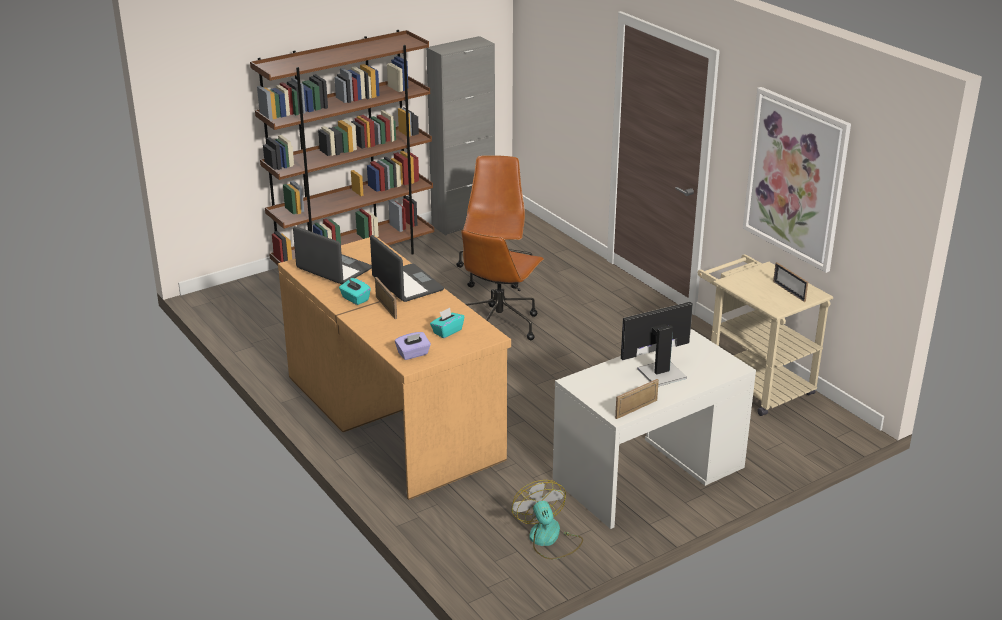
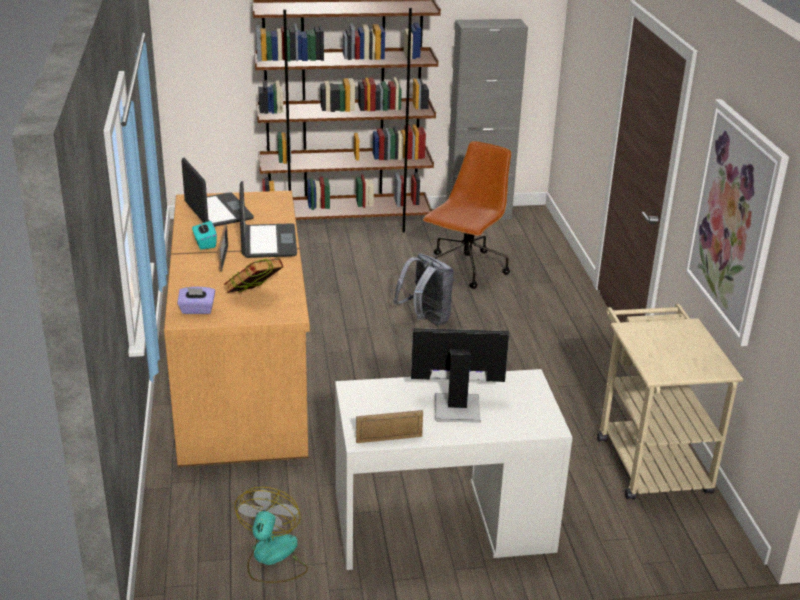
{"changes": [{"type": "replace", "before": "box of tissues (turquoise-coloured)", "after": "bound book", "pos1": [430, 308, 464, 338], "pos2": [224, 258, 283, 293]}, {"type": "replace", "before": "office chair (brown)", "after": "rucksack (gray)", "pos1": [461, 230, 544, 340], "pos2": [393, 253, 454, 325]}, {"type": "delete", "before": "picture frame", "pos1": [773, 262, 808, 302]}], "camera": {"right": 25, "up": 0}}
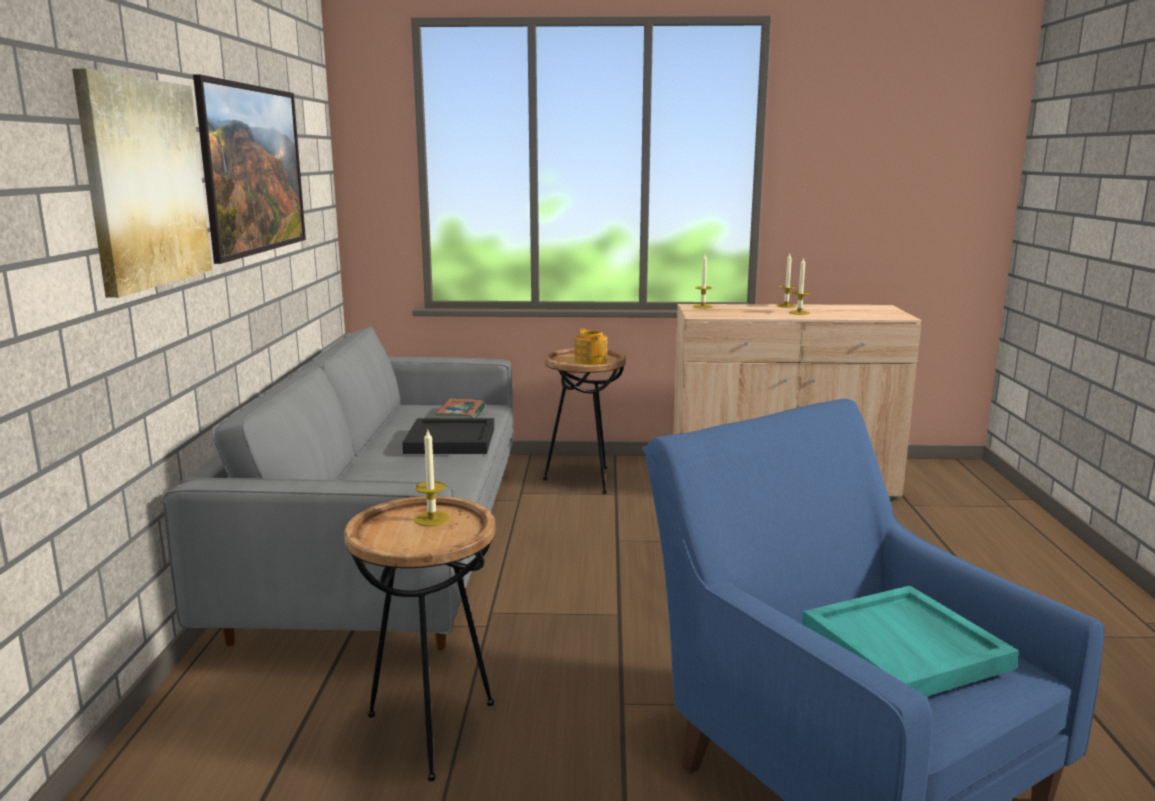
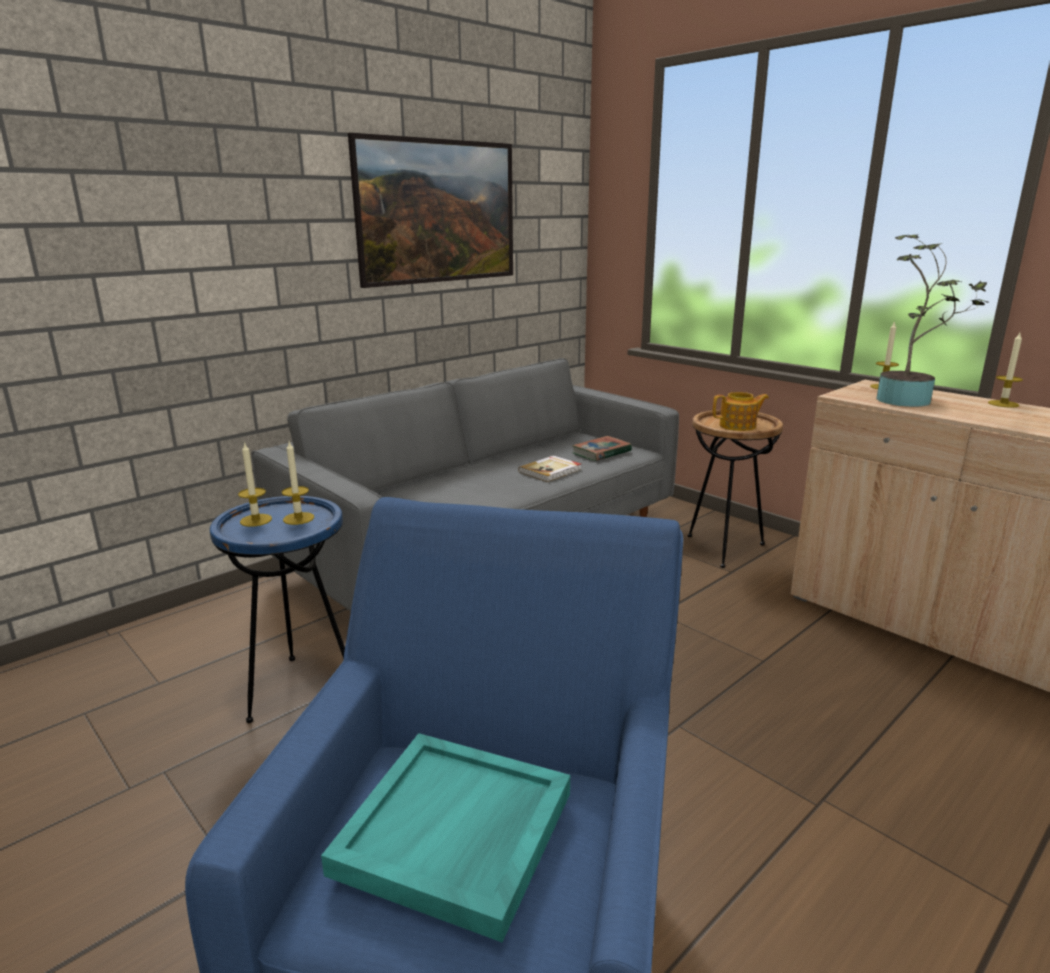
{"changes": [{"type": "delete", "before": "wall art", "pos1": [72, 68, 212, 298]}, {"type": "recolor", "before": "side table (brown)", "after": "side table (bluish)", "pos1": [344, 496, 496, 781], "pos2": [210, 496, 345, 723]}, {"type": "replace", "before": "carrying tray (blackish)", "after": "bound book", "pos1": [403, 418, 494, 454], "pos2": [518, 455, 582, 482]}, {"type": "rotate", "before": "pot for tea", "pos1": [575, 328, 607, 365], "pos2": [713, 392, 769, 431], "turn": 60}, {"type": "move", "before": "wax candle", "pos1": [789, 257, 810, 315], "pos2": [238, 442, 272, 527]}, {"type": "insert", "after": "plant in a pot", "pos2": [877, 234, 989, 407]}], "camera": {"right": 45, "up": 5}}
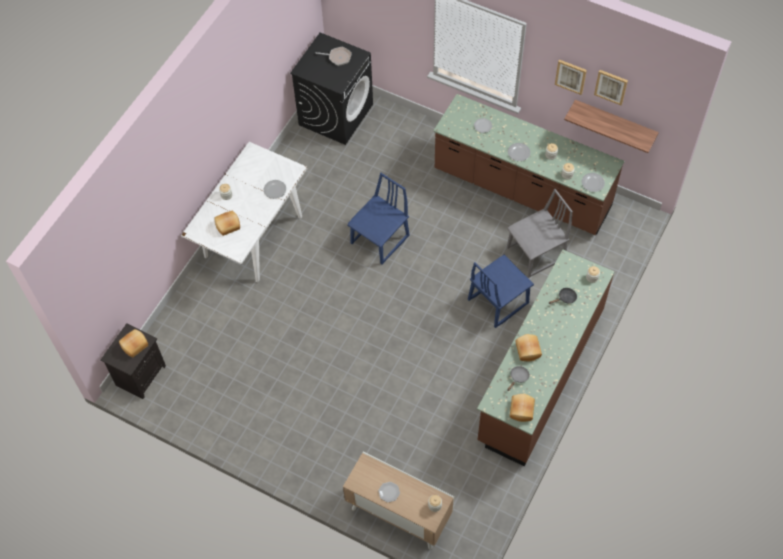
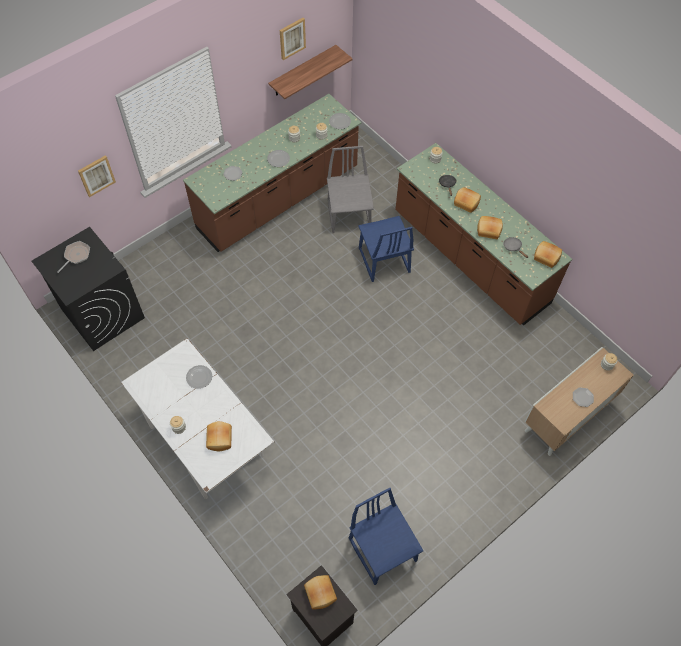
{"changes": [{"type": "move", "before": "upright chair (bluish)", "pos1": [347, 173, 409, 265], "pos2": [349, 488, 423, 585]}, {"type": "move", "before": "wall art", "pos1": [555, 60, 587, 95], "pos2": [78, 155, 116, 197]}, {"type": "insert", "after": "baked bread", "pos2": [454, 187, 481, 213]}], "camera": {"right": -70, "up": 0}}
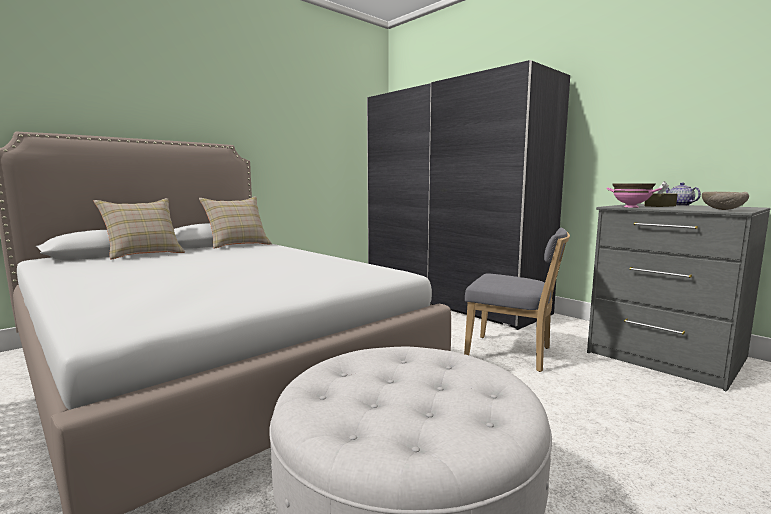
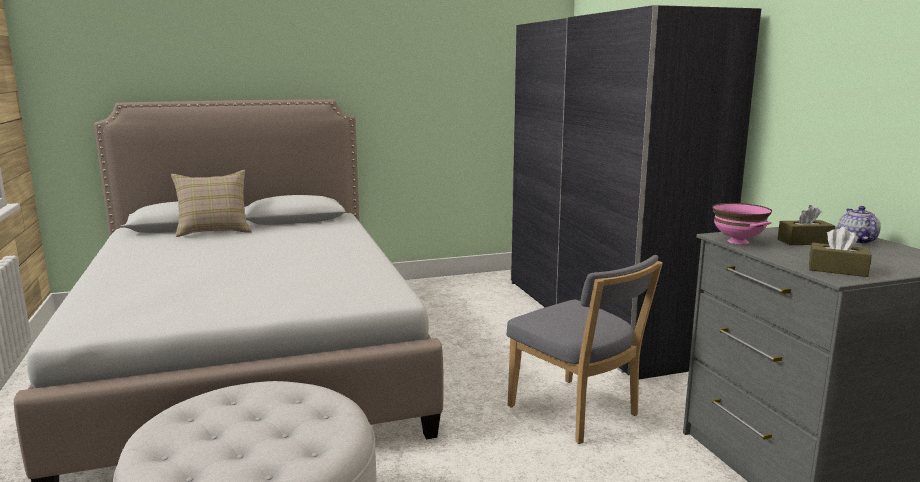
{"changes": [{"type": "delete", "before": "pillow (beige)", "pos1": [199, 196, 272, 249]}, {"type": "replace", "before": "bowl (beige)", "after": "box of tissues (brown)", "pos1": [702, 192, 749, 210], "pos2": [809, 227, 872, 277]}], "camera": {"right": 25, "up": 5}}
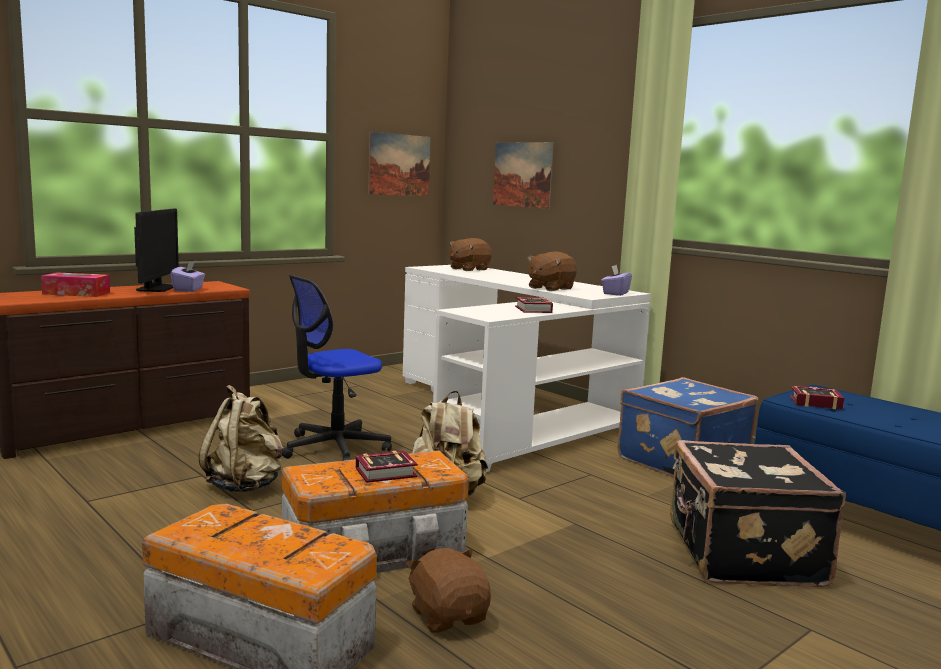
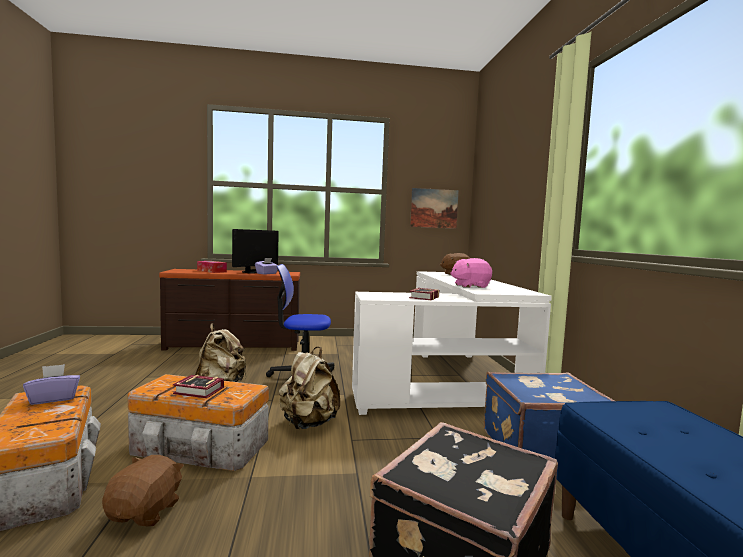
{"changes": [{"type": "delete", "before": "wall art", "pos1": [493, 142, 554, 209]}, {"type": "recolor", "before": "plush toy (brown)", "after": "plush toy (pink)", "pos1": [527, 252, 577, 291], "pos2": [450, 258, 492, 288]}, {"type": "move", "before": "box of tissues (purplish)", "pos1": [601, 265, 632, 296], "pos2": [23, 364, 80, 405]}, {"type": "delete", "before": "bound book", "pos1": [790, 386, 844, 409]}], "camera": {"right": 35, "up": -5}}
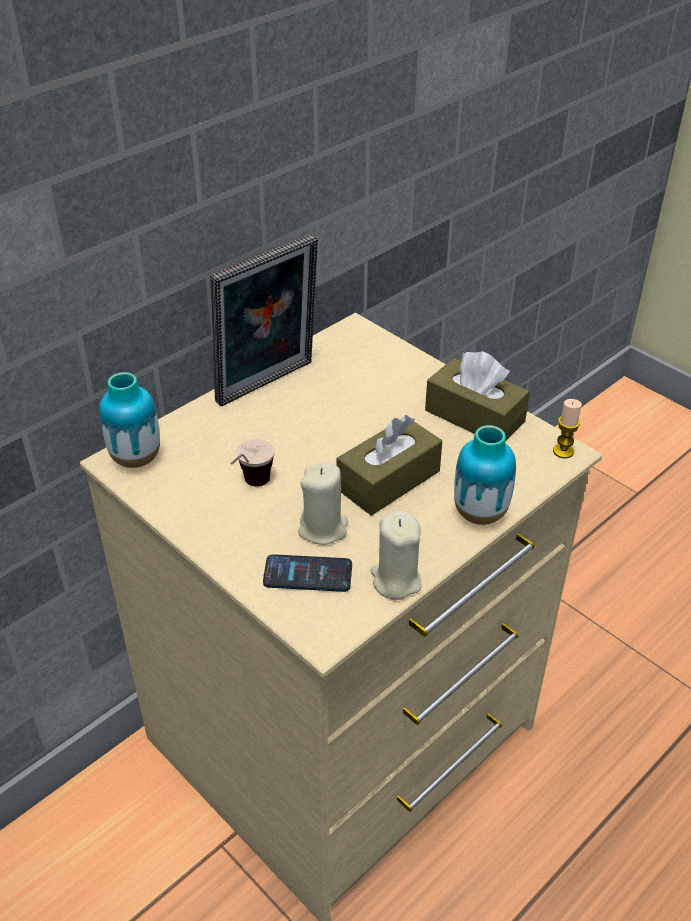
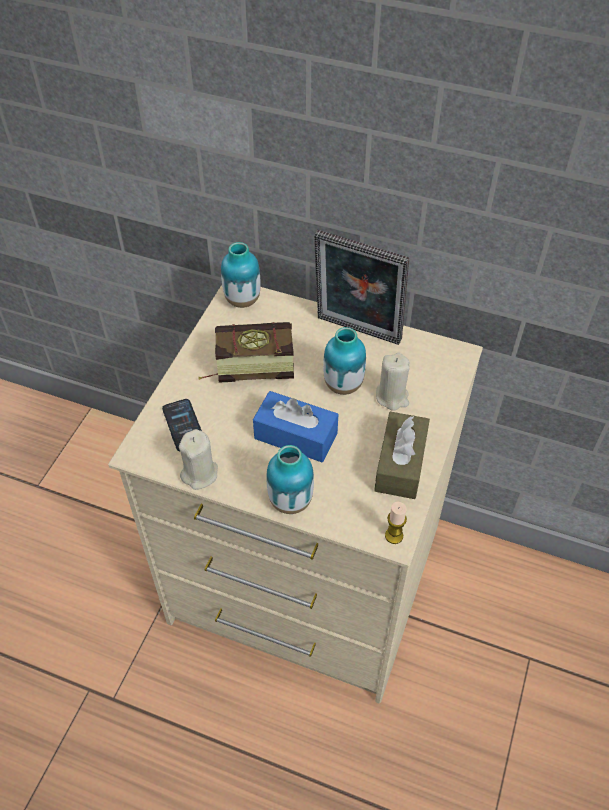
{"changes": [{"type": "replace", "before": "cup", "after": "bound book", "pos1": [231, 439, 275, 487], "pos2": [198, 322, 294, 383]}, {"type": "move", "before": "wax candle (beige)", "pos1": [298, 463, 348, 545], "pos2": [376, 353, 410, 411]}, {"type": "recolor", "before": "box of tissues (brown)", "after": "box of tissues (bluish)", "pos1": [337, 415, 442, 515], "pos2": [253, 391, 338, 462]}, {"type": "insert", "after": "vase", "pos2": [323, 327, 366, 395]}], "camera": {"right": 65, "up": 10}}
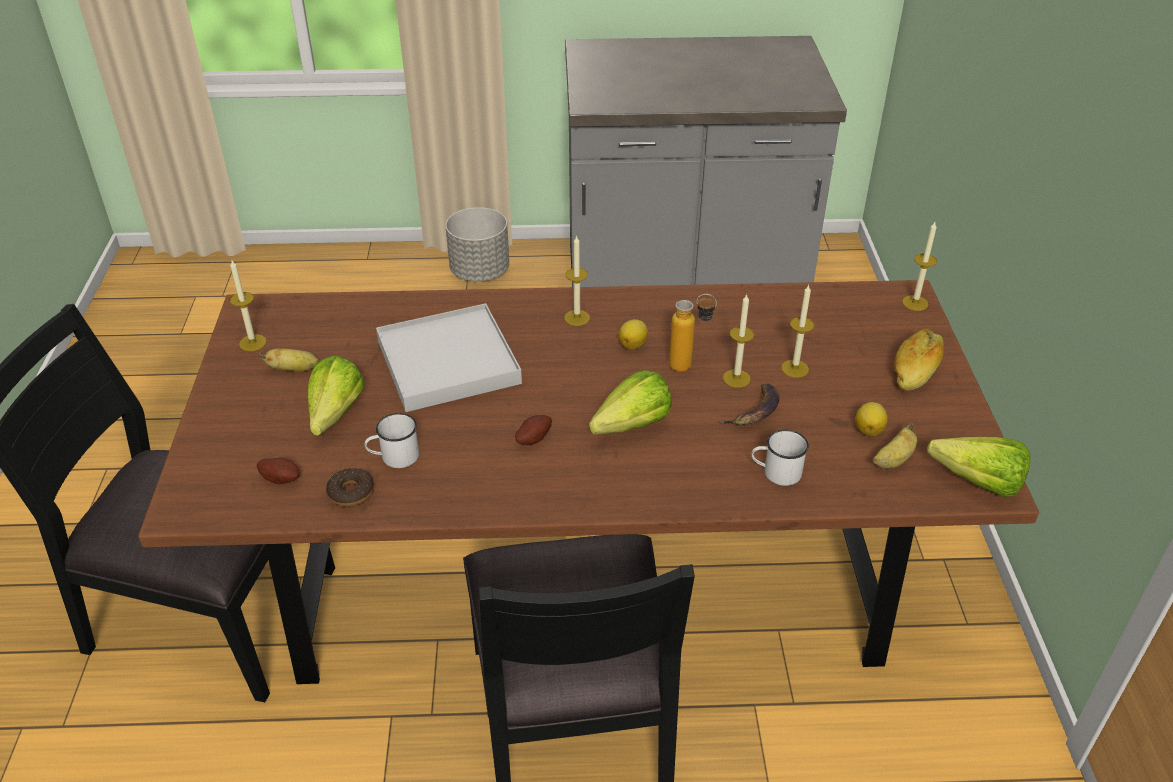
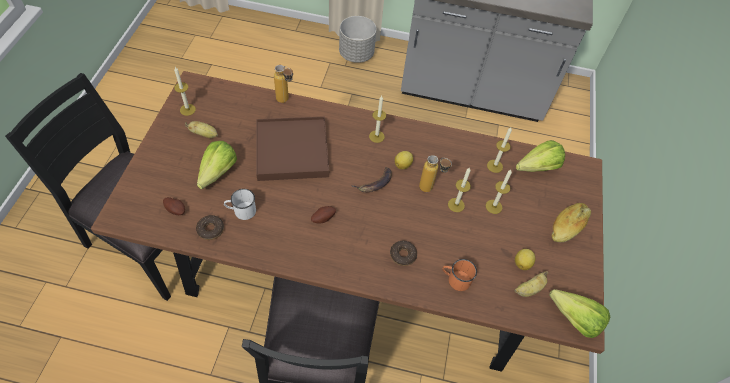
{"changes": [{"type": "recolor", "before": "carrying tray (white-coloured)", "after": "carrying tray (brown)", "pos1": [376, 303, 522, 412], "pos2": [256, 116, 329, 181]}, {"type": "move", "before": "lettuce head", "pos1": [589, 370, 672, 435], "pos2": [516, 140, 565, 172]}, {"type": "move", "before": "banana", "pos1": [719, 384, 780, 426], "pos2": [351, 167, 392, 192]}, {"type": "recolor", "before": "mug (white-coloured)", "after": "mug (orangey)", "pos1": [752, 430, 809, 486], "pos2": [442, 259, 477, 291]}, {"type": "move", "before": "wax candle", "pos1": [902, 222, 937, 311], "pos2": [487, 128, 512, 173]}, {"type": "insert", "after": "beverage bottle", "pos2": [274, 65, 293, 103]}, {"type": "insert", "after": "doughnut", "pos2": [390, 241, 417, 266]}], "camera": {"right": 10, "up": 15}}
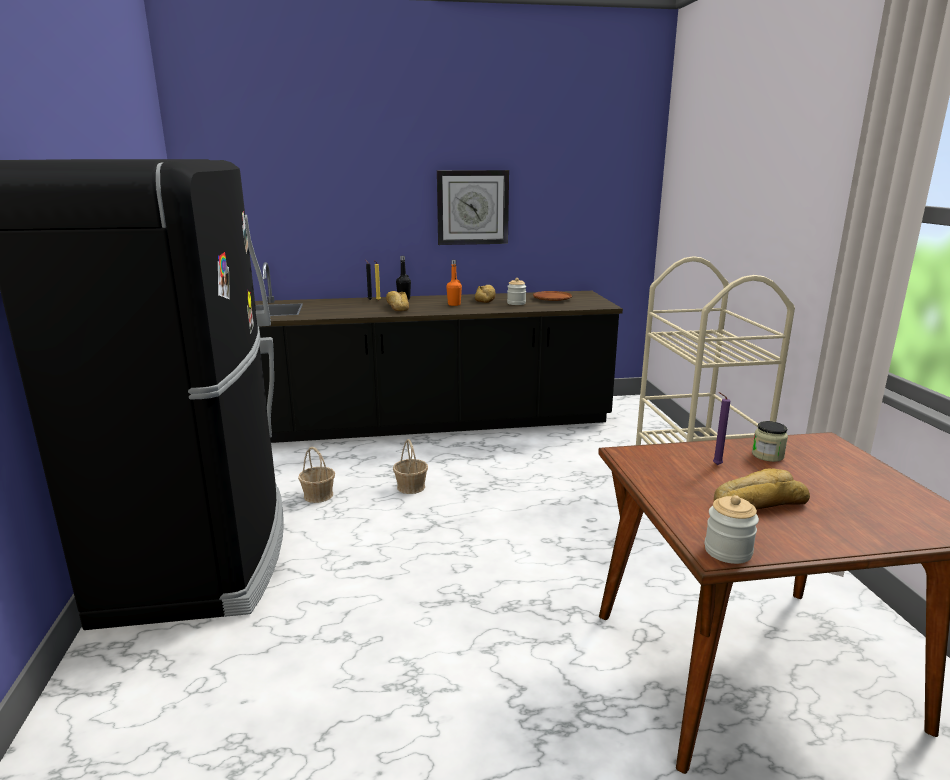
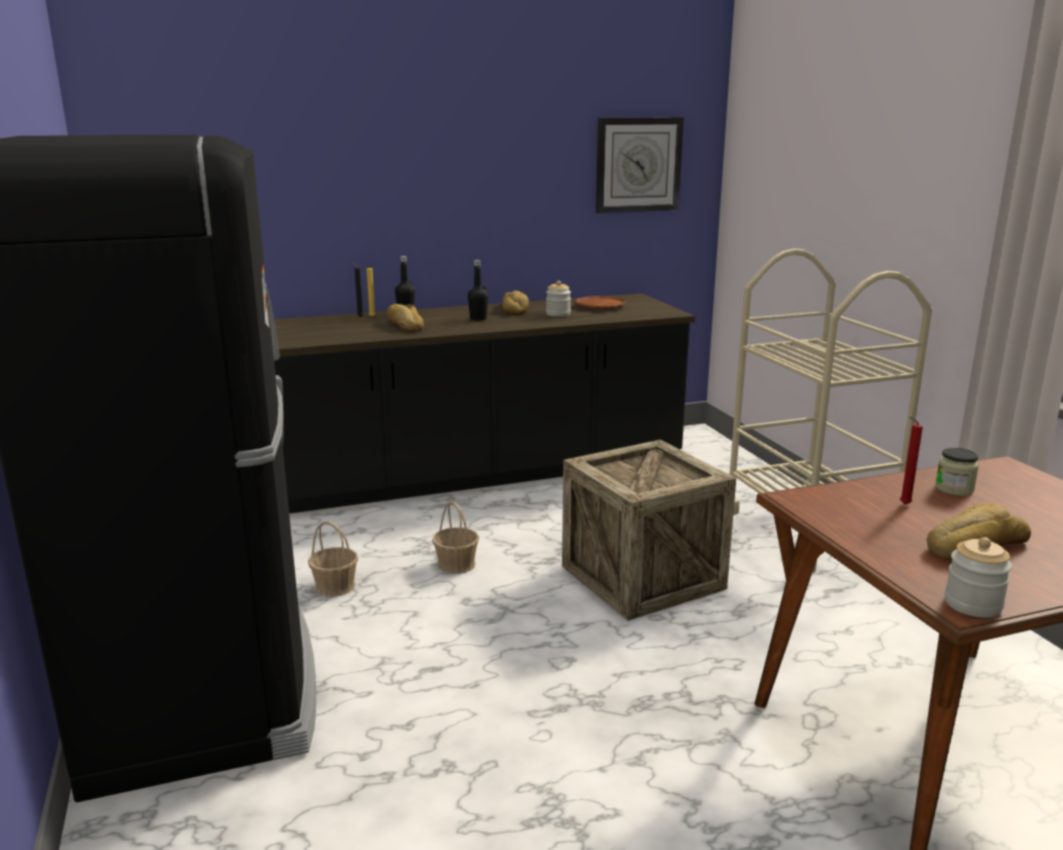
{"changes": [{"type": "move", "before": "hanging clock", "pos1": [437, 170, 509, 245], "pos2": [596, 118, 684, 213]}, {"type": "recolor", "before": "beverage bottle (orangey)", "after": "beverage bottle (blackish)", "pos1": [446, 260, 462, 306], "pos2": [468, 260, 488, 321]}, {"type": "recolor", "before": "wax candle (purplish)", "after": "wax candle (red)", "pos1": [713, 392, 731, 465], "pos2": [900, 417, 923, 505]}, {"type": "insert", "after": "crate", "pos2": [562, 440, 736, 621]}], "camera": {"right": -10, "up": 0}}
